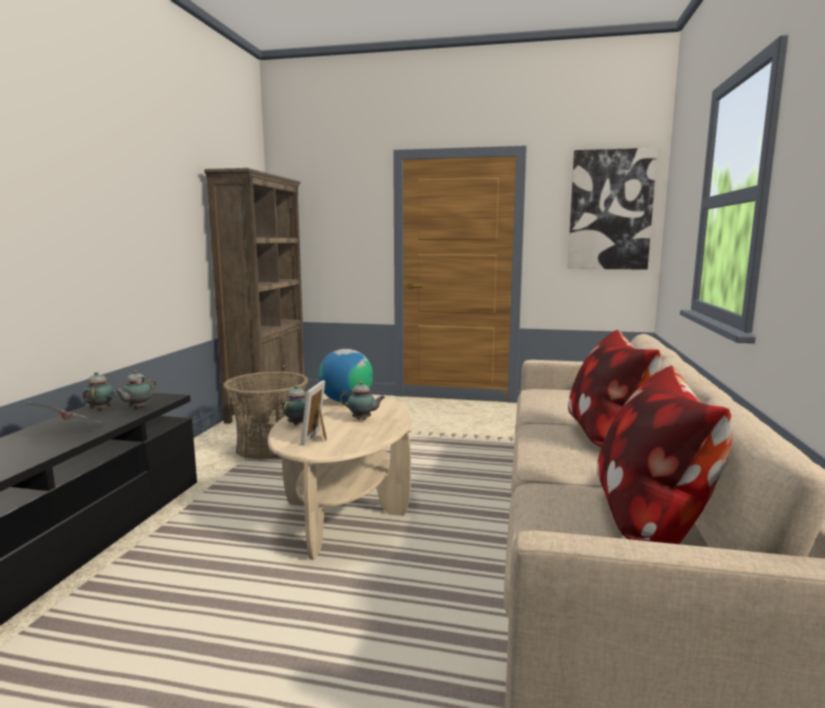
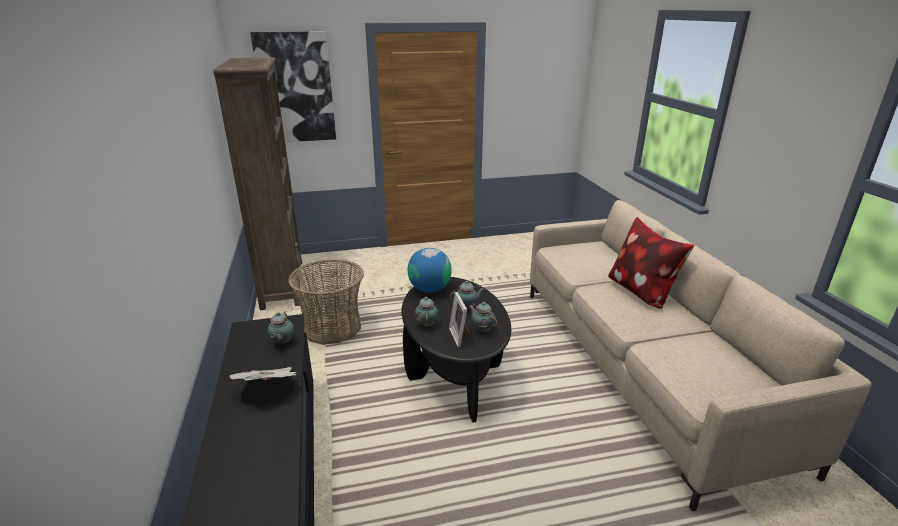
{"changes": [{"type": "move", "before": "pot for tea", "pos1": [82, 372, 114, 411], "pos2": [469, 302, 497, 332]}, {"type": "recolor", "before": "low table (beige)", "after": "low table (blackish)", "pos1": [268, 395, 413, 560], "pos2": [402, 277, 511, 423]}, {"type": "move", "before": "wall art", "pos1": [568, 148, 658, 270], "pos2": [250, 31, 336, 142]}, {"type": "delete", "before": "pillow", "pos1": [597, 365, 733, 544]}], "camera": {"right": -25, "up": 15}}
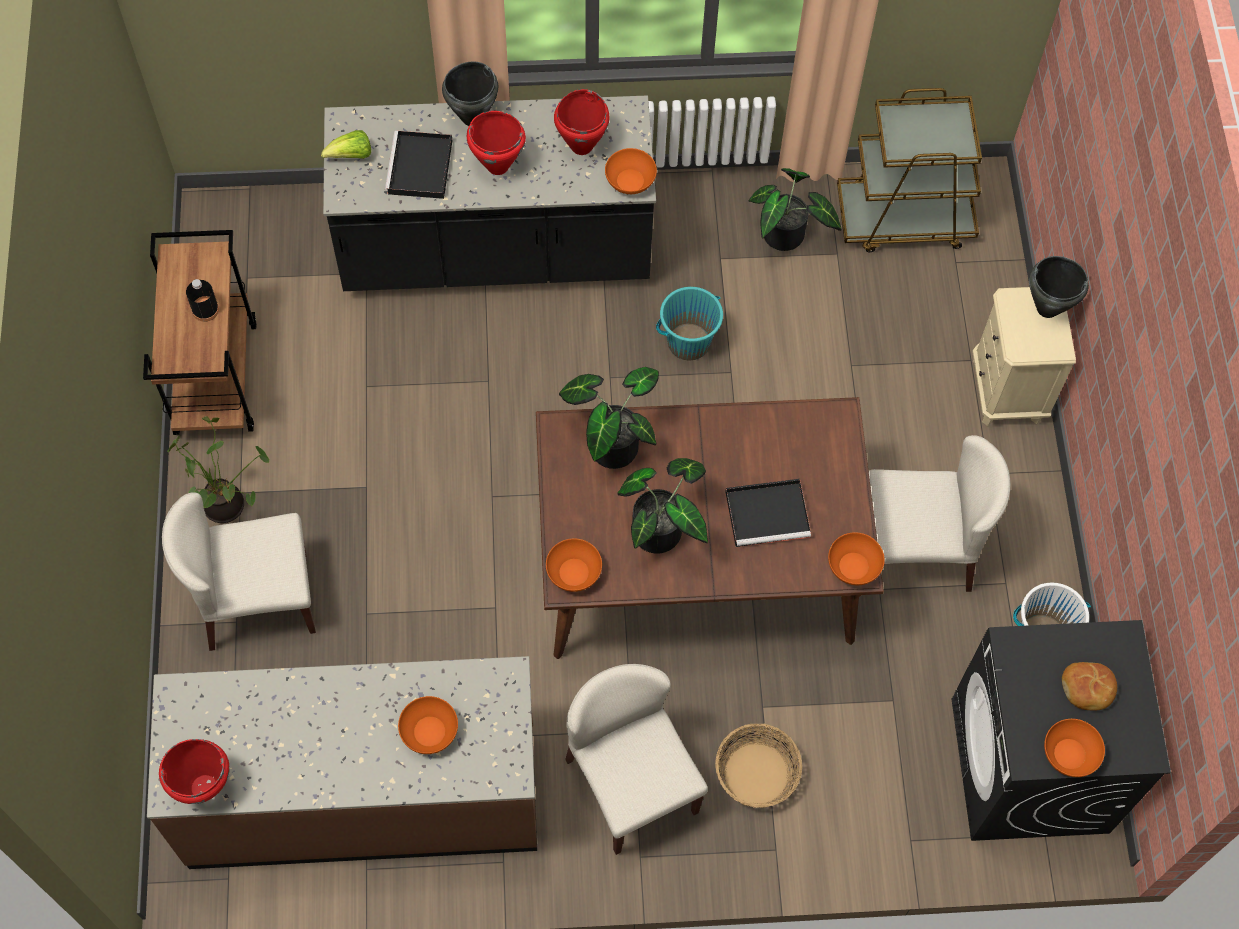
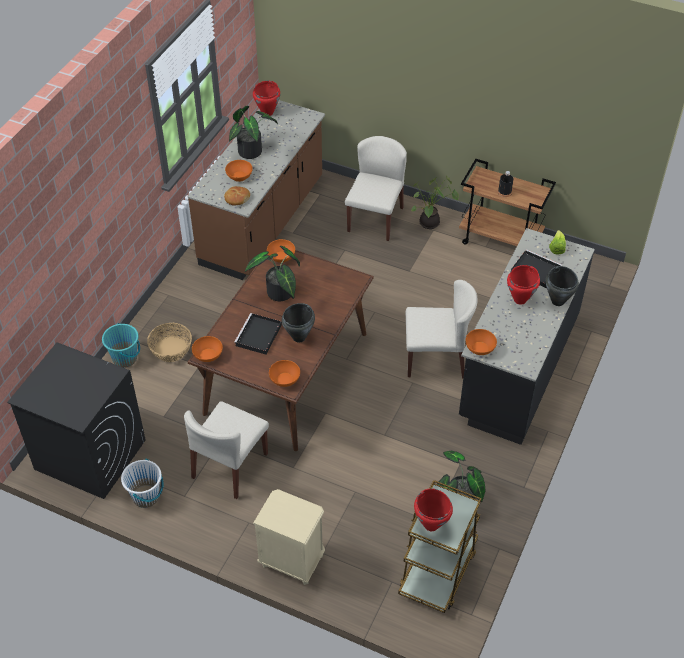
{"changes": [{"type": "move", "before": "cooking pot (red)", "pos1": [554, 89, 609, 155], "pos2": [414, 489, 453, 531]}, {"type": "move", "before": "plant in a pot", "pos1": [559, 367, 659, 469], "pos2": [229, 105, 278, 159]}, {"type": "move", "before": "upright chair (beige)", "pos1": [565, 664, 708, 855], "pos2": [406, 280, 477, 378]}, {"type": "move", "before": "water bucket (turquoise-coloured)", "pos1": [656, 287, 723, 360], "pos2": [102, 323, 140, 368]}, {"type": "move", "before": "cooking pot (blackish)", "pos1": [1029, 256, 1089, 318], "pos2": [282, 303, 315, 343]}, {"type": "move", "before": "bowl (orangey)", "pos1": [1044, 719, 1105, 777], "pos2": [269, 360, 300, 387]}, {"type": "move", "before": "baked bread", "pos1": [1062, 662, 1117, 711], "pos2": [224, 186, 250, 206]}], "camera": {"right": 120, "up": -15}}
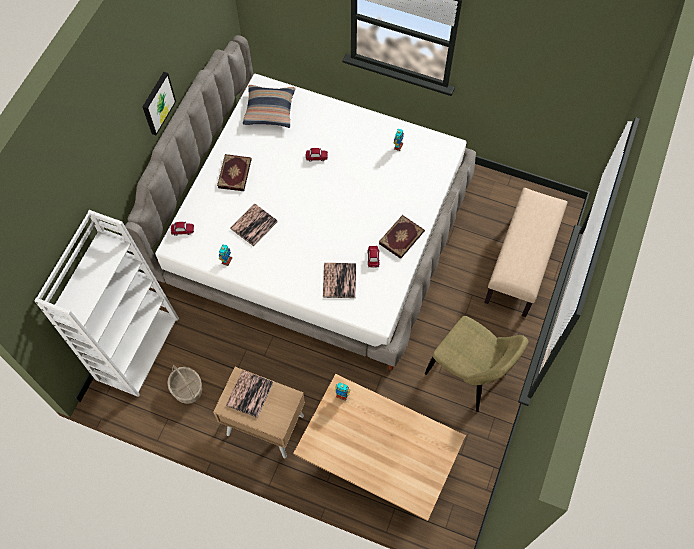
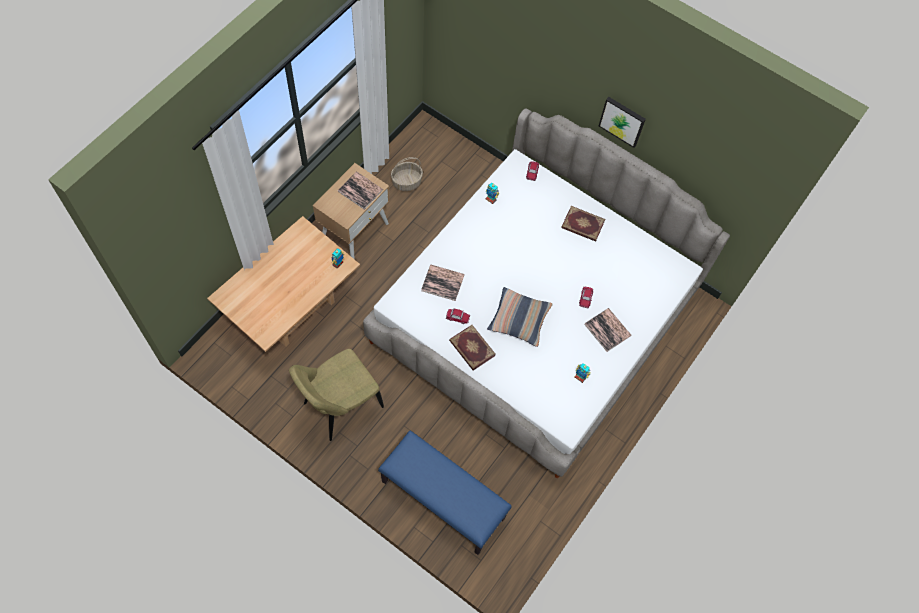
{"changes": [{"type": "delete", "before": "bookshelf (white-coloured)", "pos1": [34, 210, 179, 397]}, {"type": "move", "before": "bound book", "pos1": [230, 204, 278, 246], "pos2": [584, 308, 632, 352]}, {"type": "move", "before": "pillow", "pos1": [243, 85, 295, 128], "pos2": [487, 287, 553, 347]}, {"type": "recolor", "before": "long seat (beige)", "after": "long seat (bluish)", "pos1": [484, 188, 567, 317], "pos2": [378, 431, 512, 555]}], "camera": {"right": 100, "up": 0}}
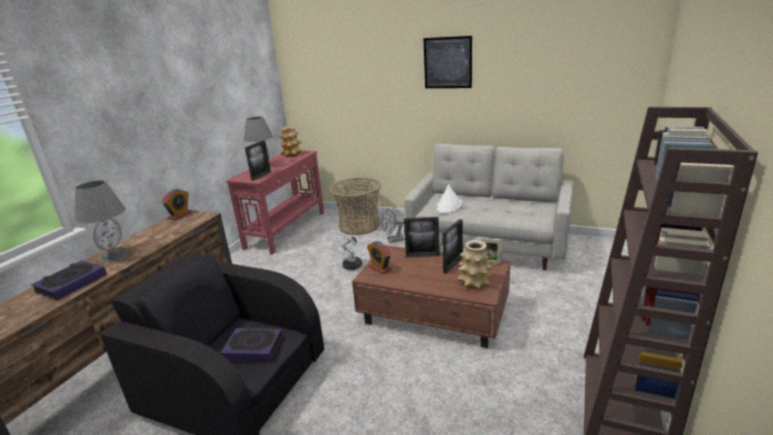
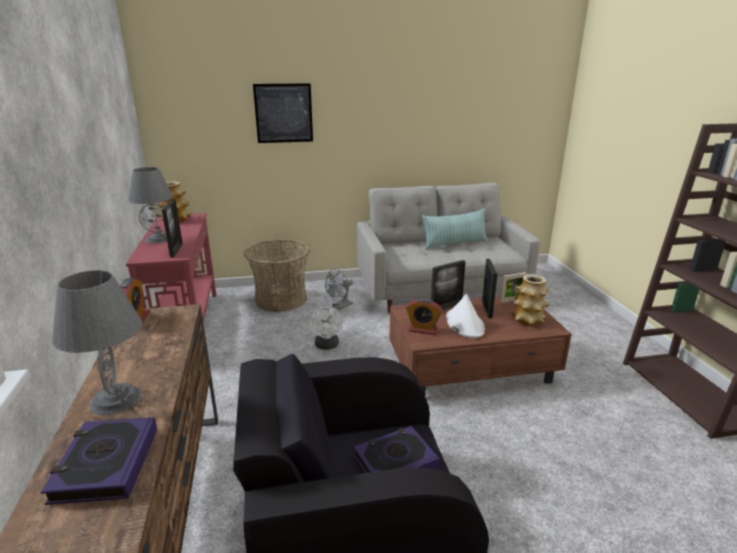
{"changes": [{"type": "move", "before": "wall art", "pos1": [424, 36, 472, 88], "pos2": [253, 83, 313, 143]}, {"type": "move", "before": "clothing hat (white-coloured)", "pos1": [436, 184, 462, 214], "pos2": [446, 294, 485, 338]}, {"type": "insert", "after": "pillow", "pos2": [422, 208, 488, 250]}], "camera": {"right": -35, "up": 0}}
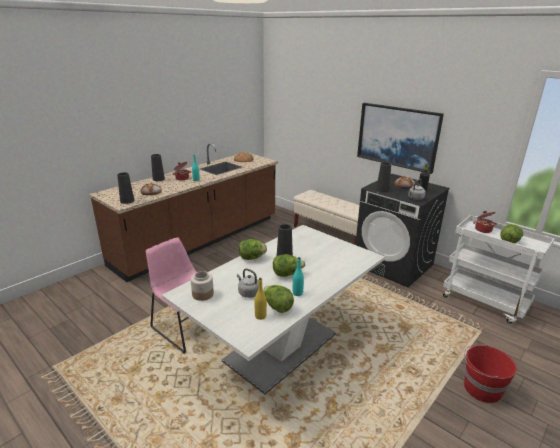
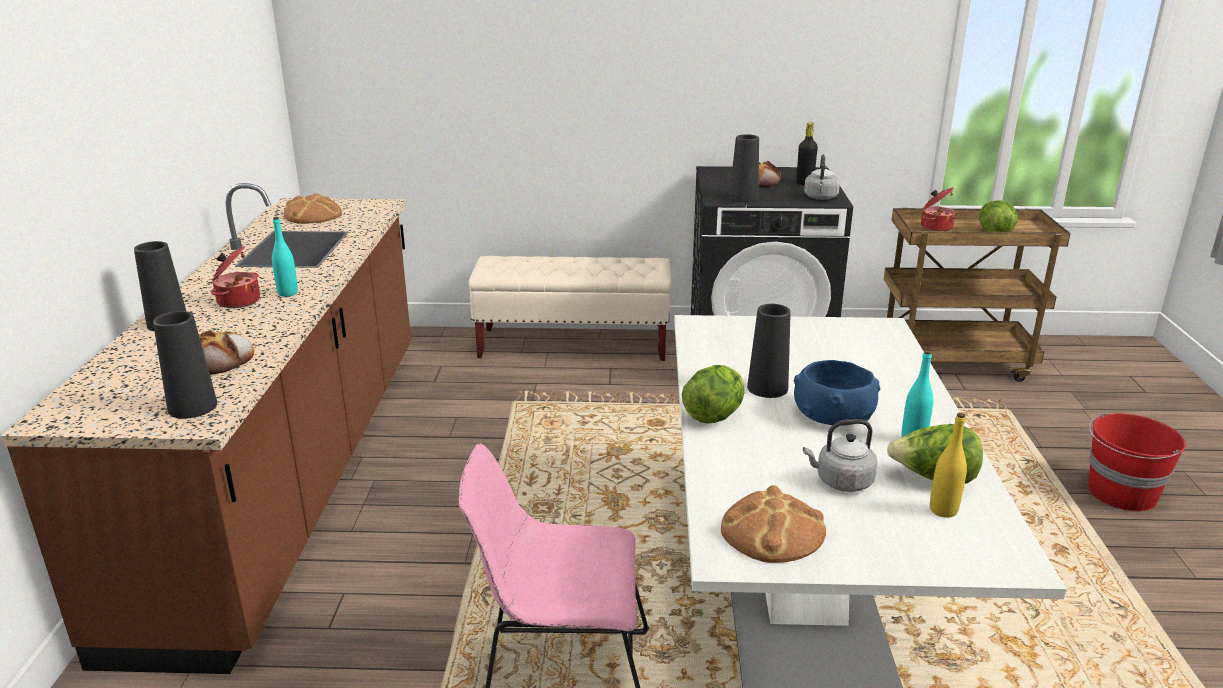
{"changes": [{"type": "replace", "before": "jar", "after": "baked bread", "pos1": [191, 271, 214, 301], "pos2": [721, 485, 826, 563]}, {"type": "replace", "before": "lettuce head", "after": "bowl (bluish)", "pos1": [273, 254, 305, 277], "pos2": [794, 360, 880, 426]}, {"type": "delete", "before": "wall art", "pos1": [357, 103, 444, 174]}, {"type": "recolor", "before": "cart (white-coloured)", "after": "cart (brown)", "pos1": [443, 215, 555, 324], "pos2": [884, 208, 1071, 382]}], "camera": {"right": -40, "up": 0}}
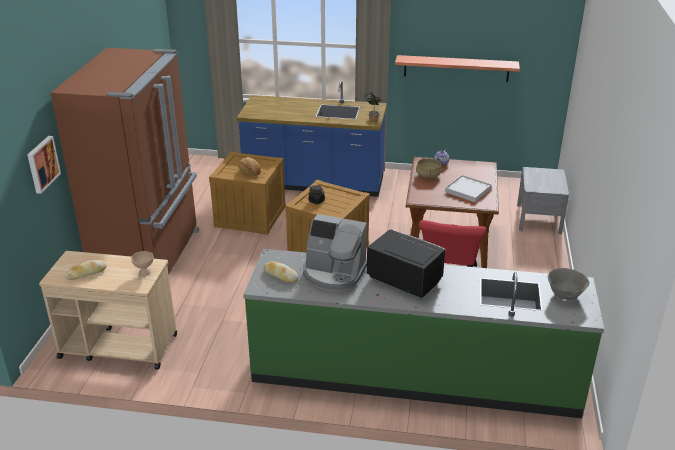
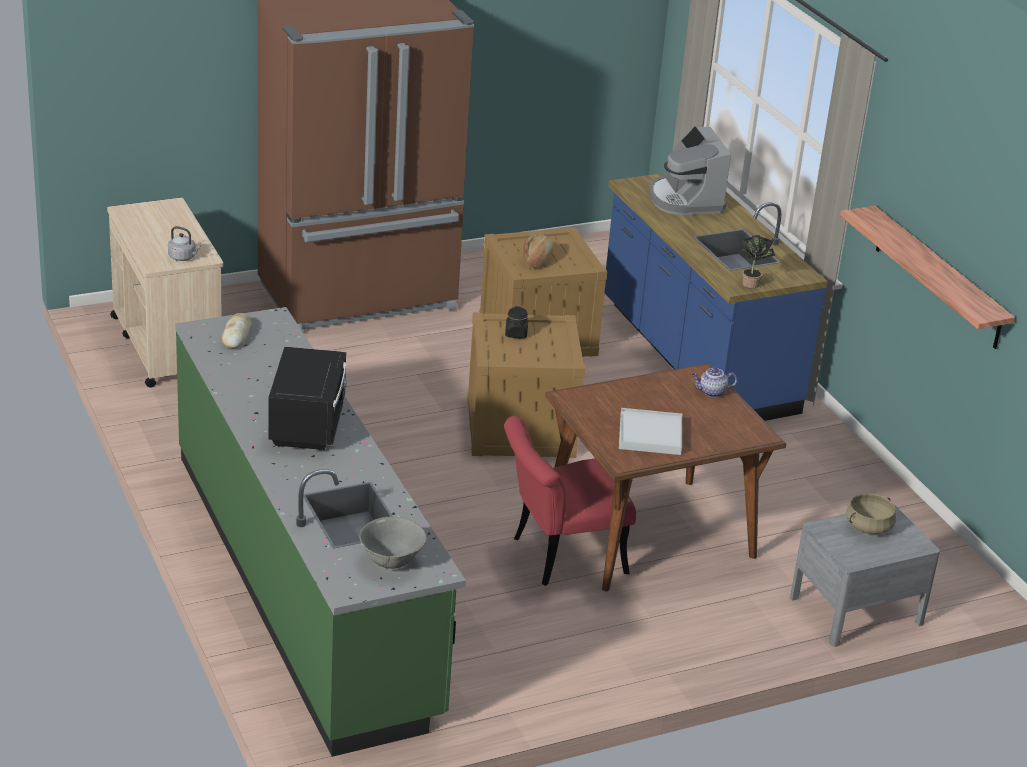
{"changes": [{"type": "delete", "before": "wall art", "pos1": [27, 136, 61, 194]}, {"type": "delete", "before": "baked bread", "pos1": [66, 260, 106, 280]}, {"type": "replace", "before": "bowl (beige)", "after": "kettle (gray)", "pos1": [131, 251, 154, 276], "pos2": [168, 226, 201, 261]}, {"type": "move", "before": "coffee maker", "pos1": [303, 214, 367, 292], "pos2": [649, 126, 731, 215]}, {"type": "move", "before": "cooking pot (beige)", "pos1": [416, 158, 442, 178], "pos2": [846, 493, 896, 534]}], "camera": {"right": 55, "up": 0}}
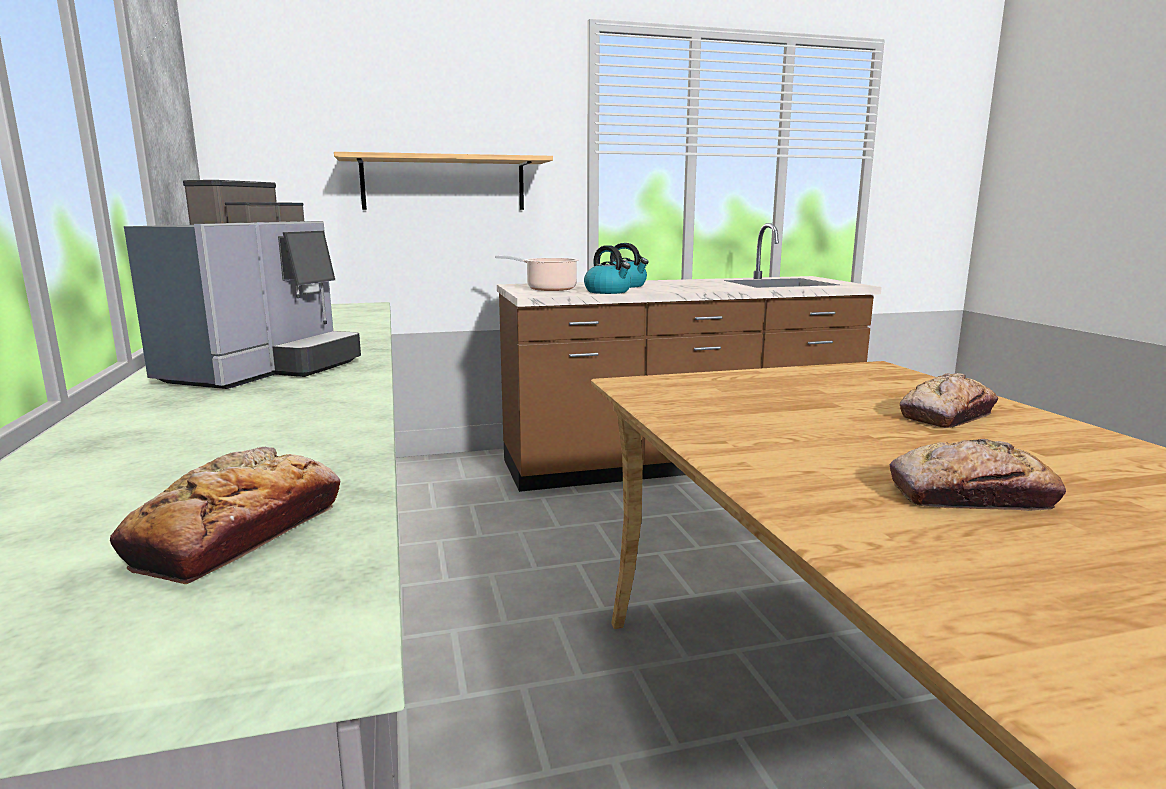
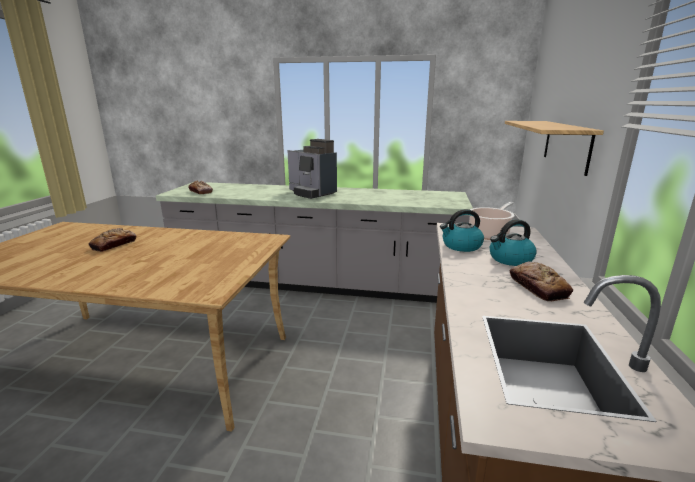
{"changes": [{"type": "move", "before": "baked bread", "pos1": [900, 373, 998, 428], "pos2": [510, 261, 573, 301]}], "camera": {"right": 115, "up": 5}}
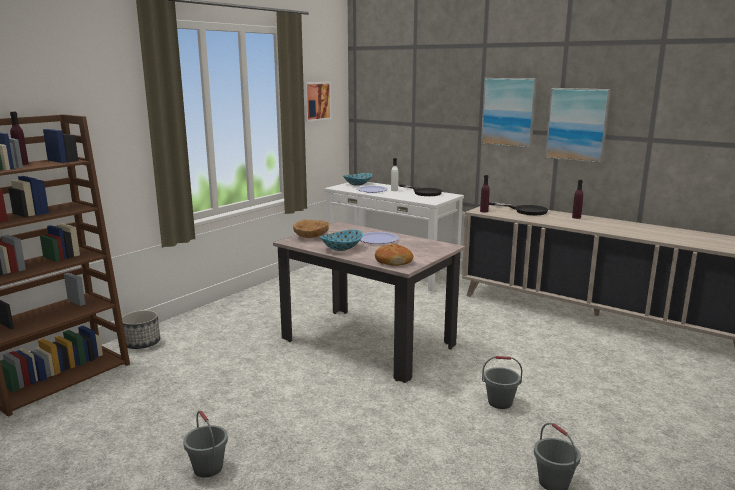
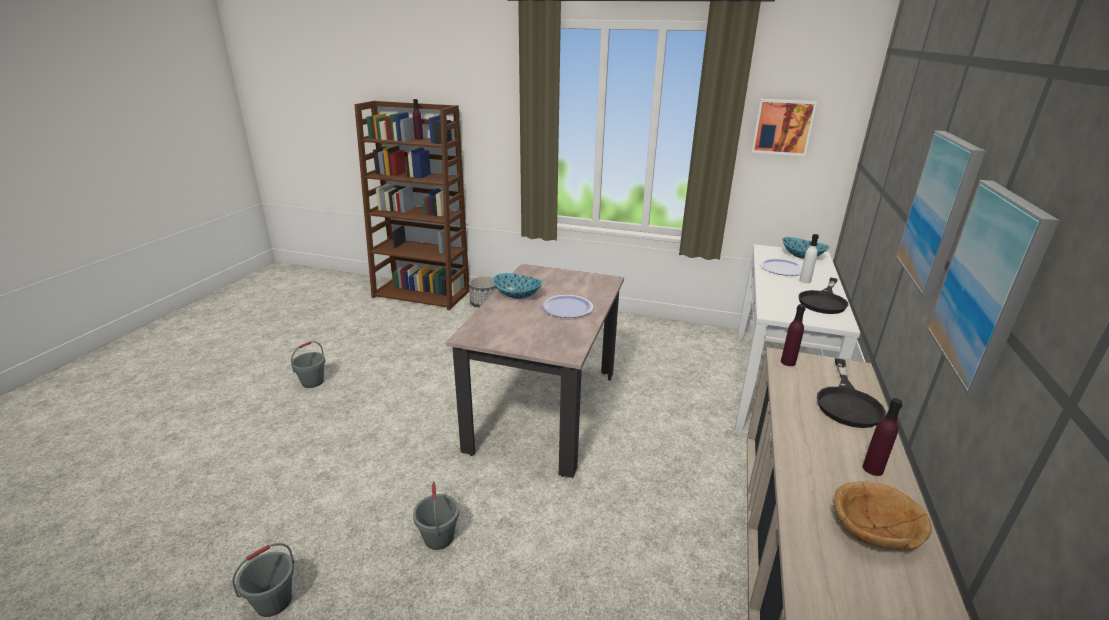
{"changes": [{"type": "move", "before": "bowl (brown)", "pos1": [293, 220, 329, 238], "pos2": [833, 481, 932, 550]}, {"type": "delete", "before": "baked bread", "pos1": [375, 244, 413, 266]}], "camera": {"right": 70, "up": 10}}
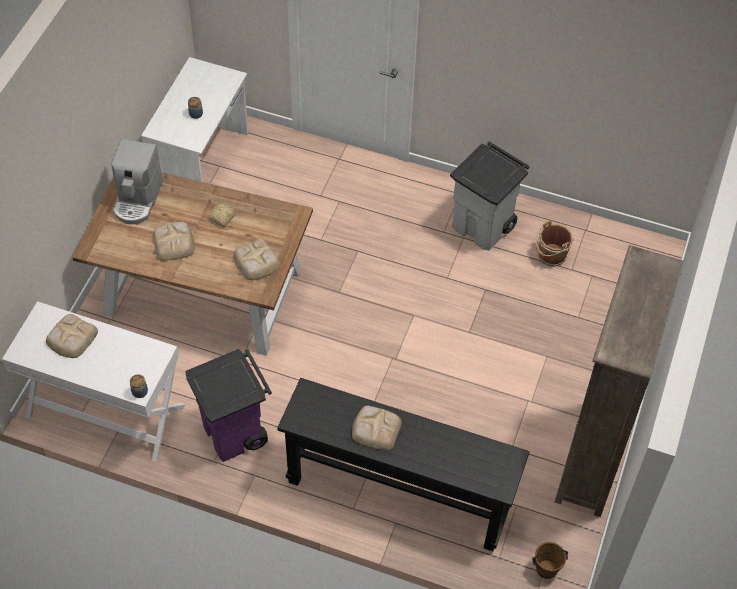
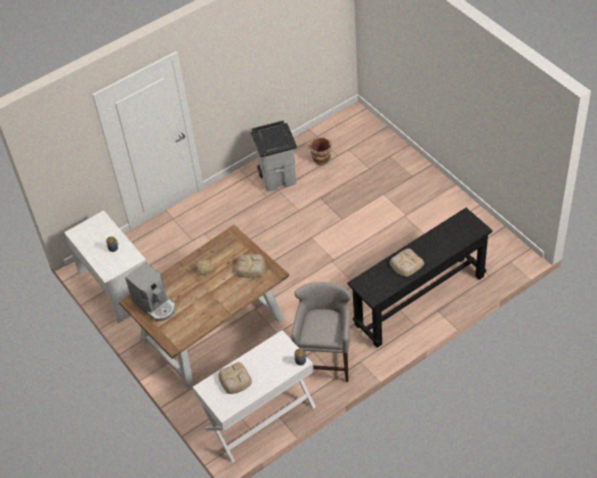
{"changes": [{"type": "delete", "before": "baked bread", "pos1": [153, 222, 195, 261]}, {"type": "replace", "before": "rubbish bin (purplish)", "after": "stool (gray)", "pos1": [185, 349, 272, 462], "pos2": [291, 282, 351, 382]}, {"type": "delete", "before": "water bucket (brown)", "pos1": [532, 542, 568, 579]}, {"type": "delete", "before": "bookshelf (brown)", "pos1": [555, 245, 684, 517]}], "camera": {"right": -50, "up": -5}}
